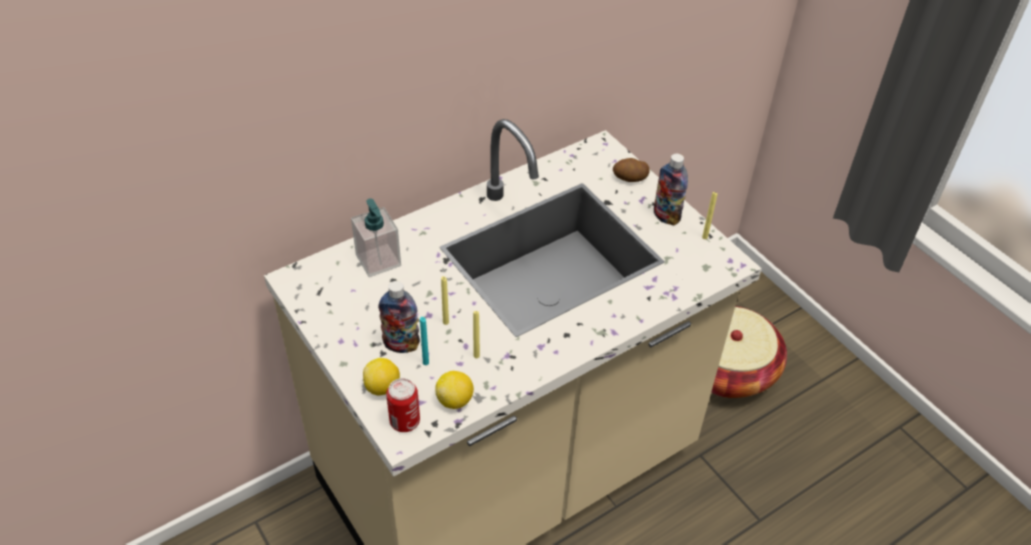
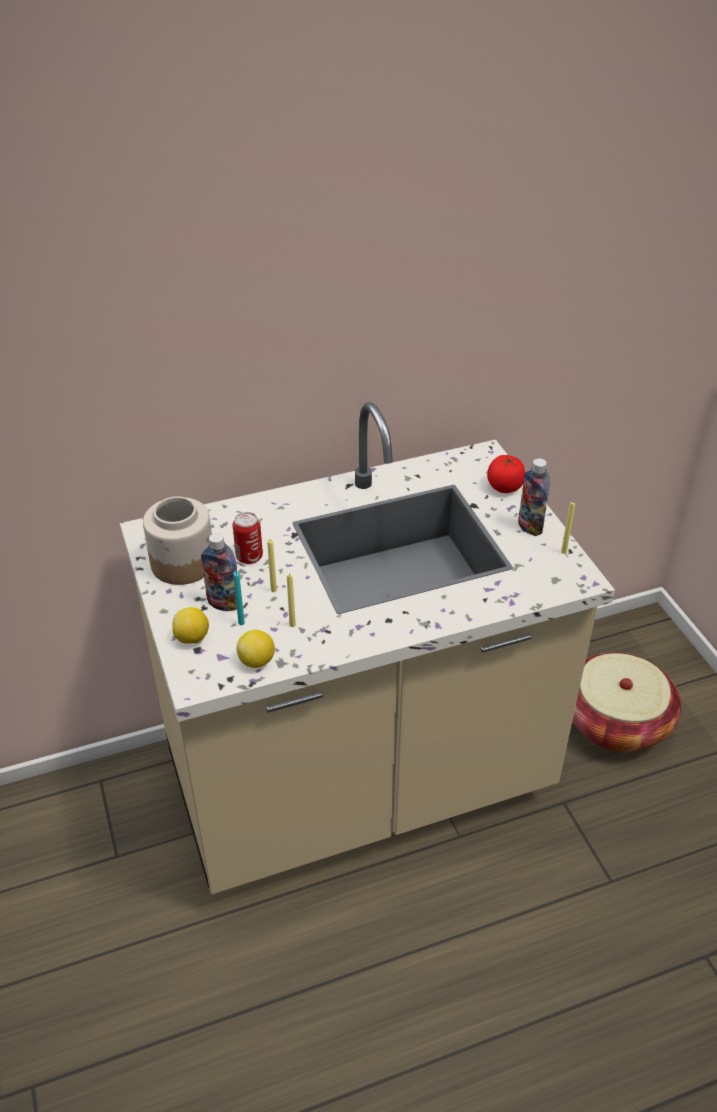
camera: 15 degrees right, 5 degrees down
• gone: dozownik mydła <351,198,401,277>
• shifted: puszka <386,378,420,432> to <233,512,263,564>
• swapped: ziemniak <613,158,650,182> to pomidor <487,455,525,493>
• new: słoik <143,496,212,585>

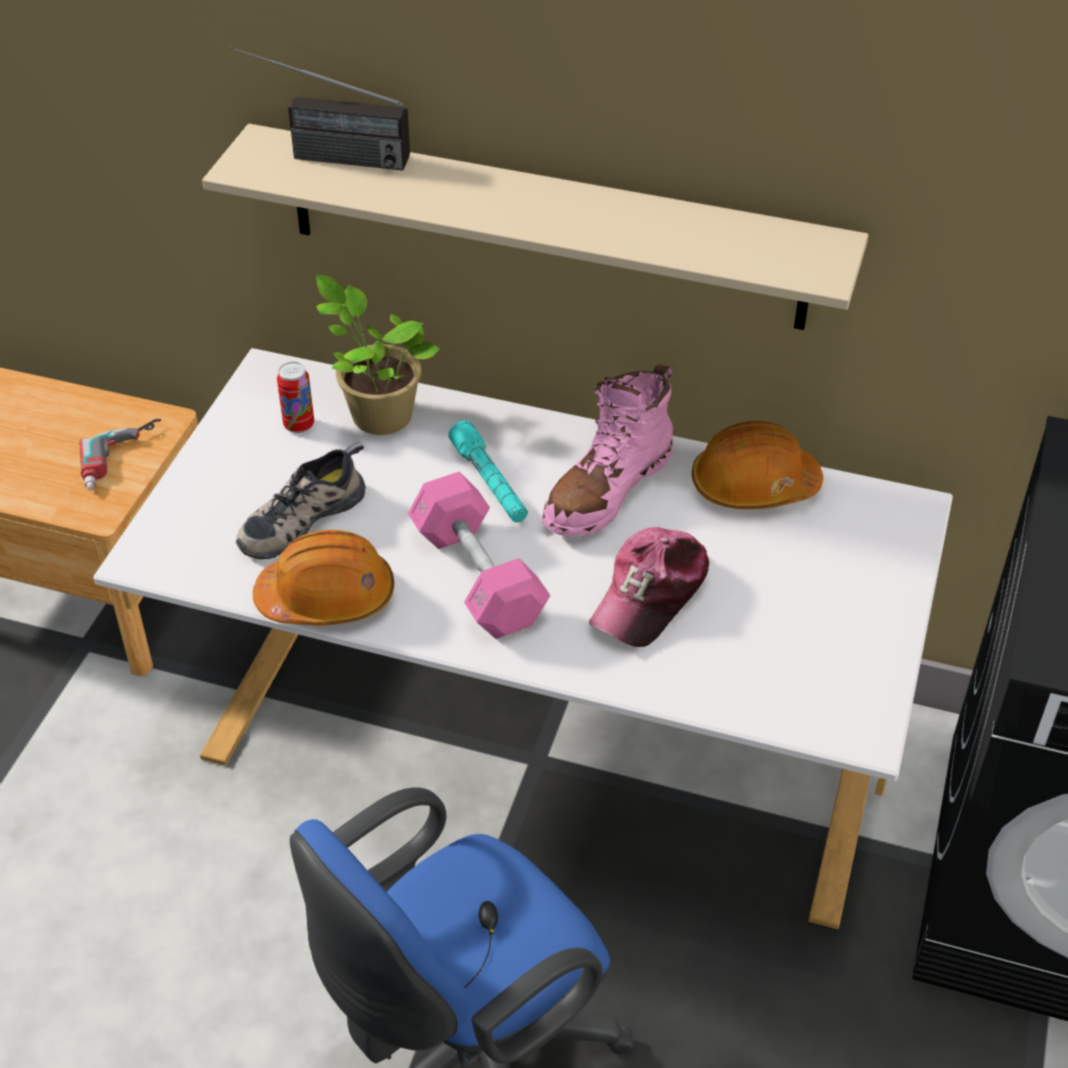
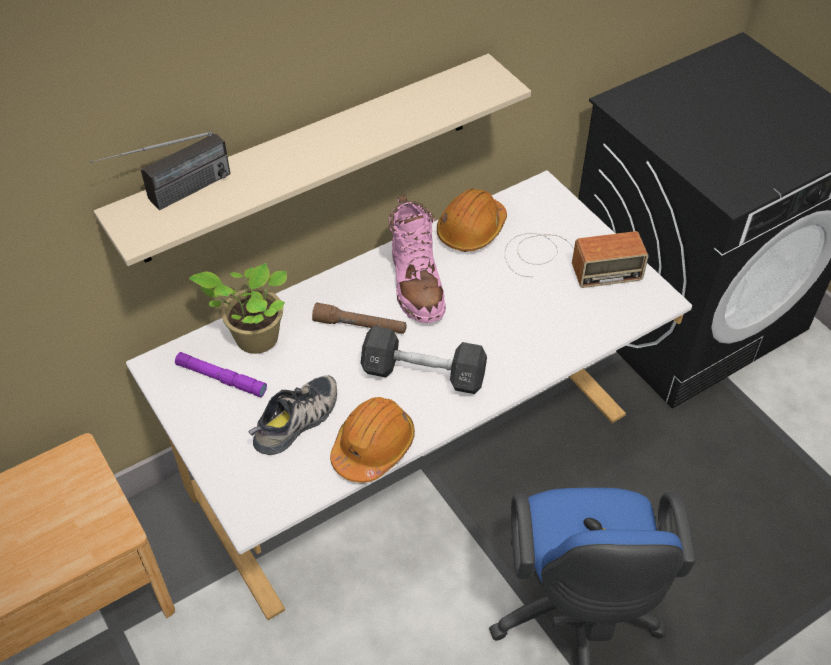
camera: 50 degrees left, 5 degrees up
• gone: wiertarka <79,419,161,490>
• rotated: but <236,443,366,560> = <248,375,337,455> 135 degrees counterclockwise
• swapped: puszka <277,362,314,433> to latarka [fioletowy] <175,352,267,397>
• repainted: hantel [różowy] <408,471,551,639> to hantel [czarny] <361,326,487,394>
• repainted: latarka [turkusowy] <448,421,528,522> to latarka [brązowy] <312,302,407,334>
• gone: czapka z daszkiem <589,527,709,647>
• new: radio <504,231,649,288>

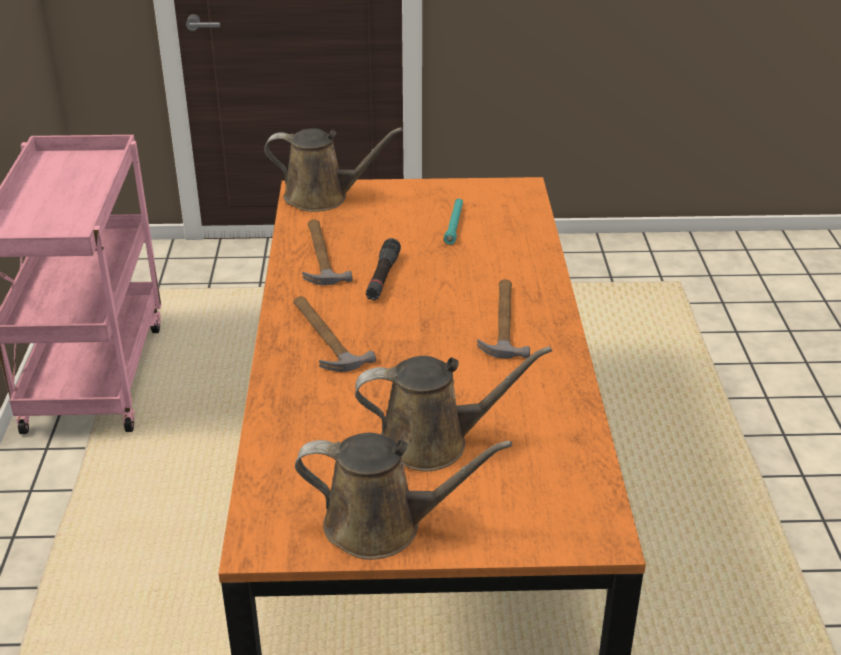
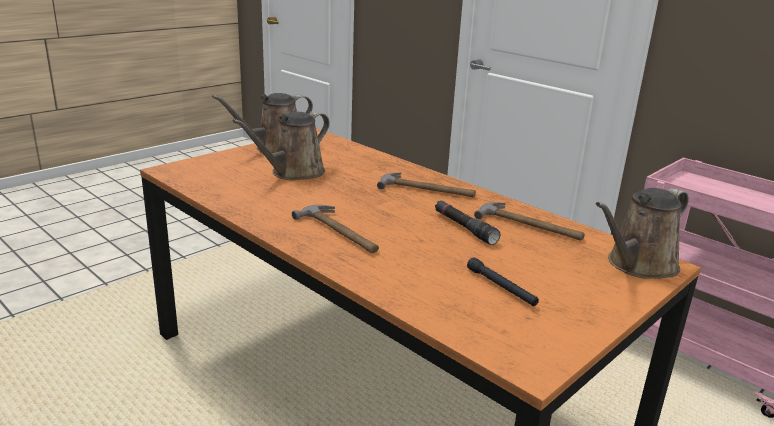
camera: 135 degrees right, 10 degrees down
• repainted: latarka [turkusowy] <444,199,463,245> to latarka [czarny] <467,257,539,306>

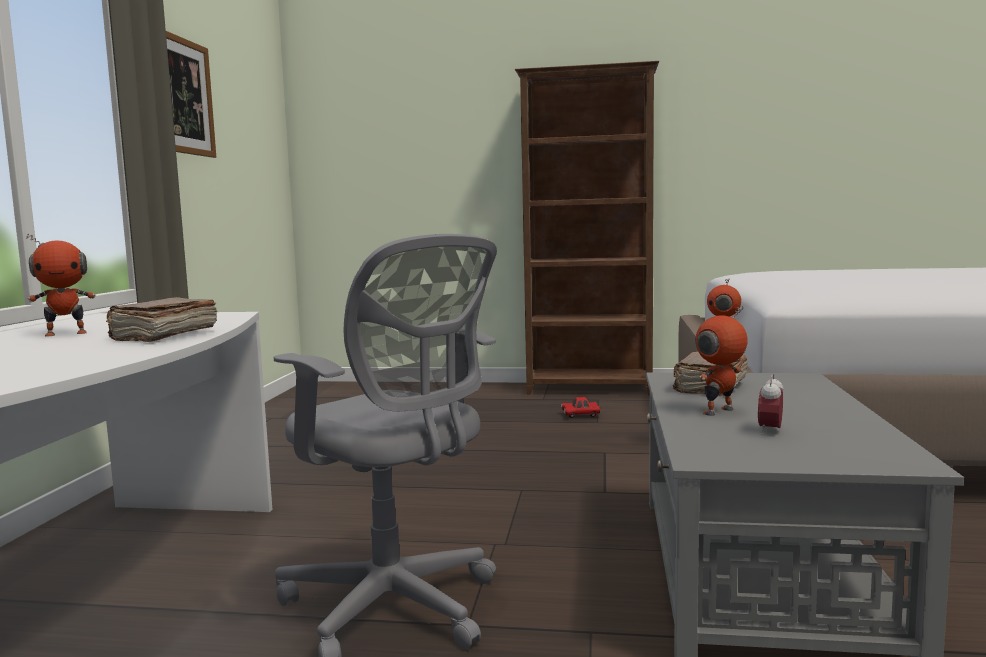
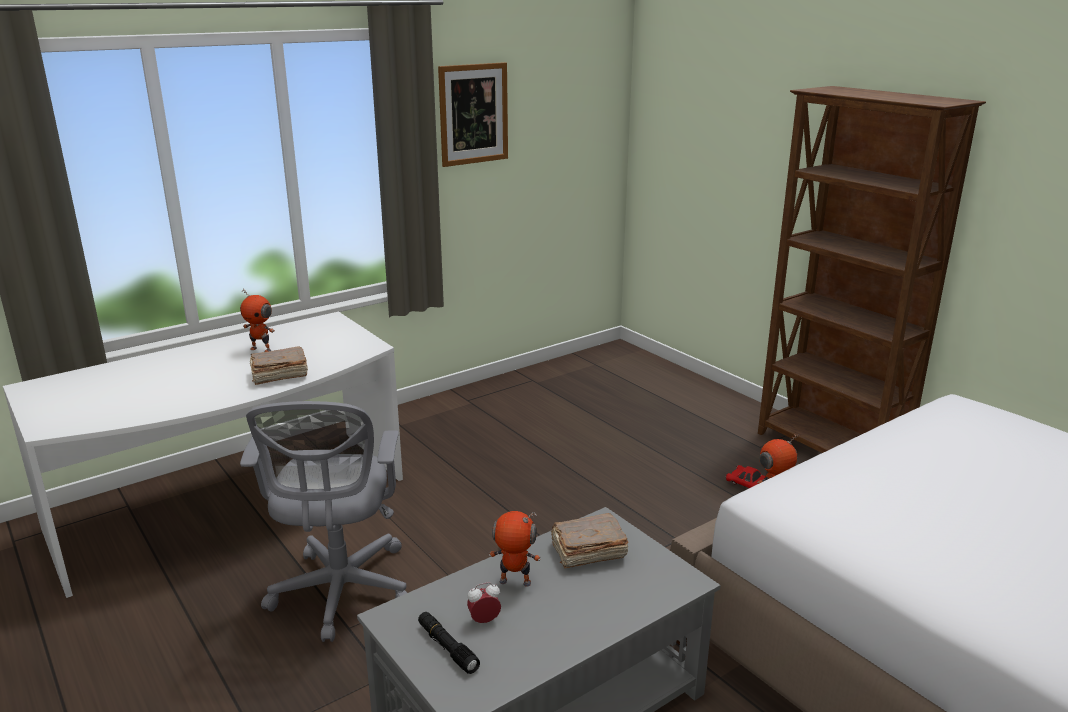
camera: 45 degrees right, 15 degrees up
• new: latarka [czarny] <418,612,480,674>

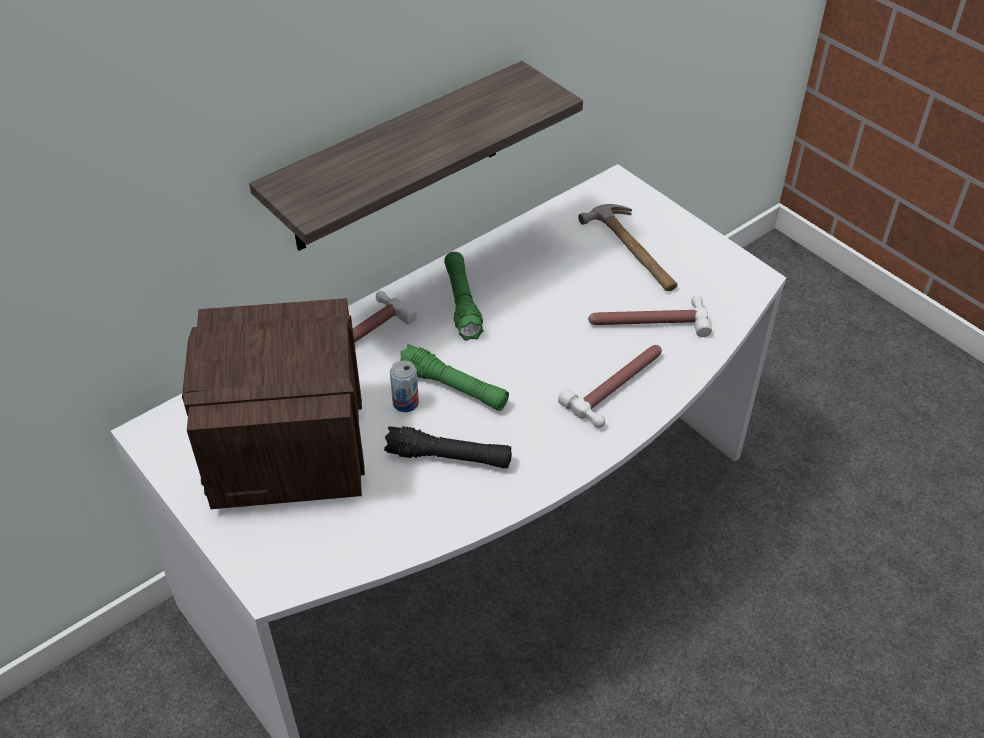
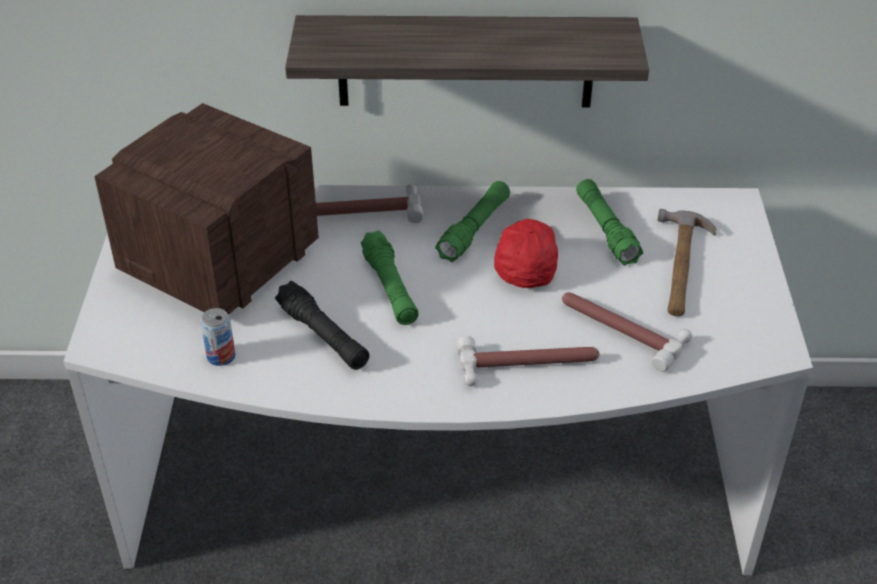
camera: 40 degrees right, 5 degrees down
• shifted: puszka <390,360,419,412> to <201,308,235,366>
• new: czapka z daszkiem [czerwony] <494,219,558,288>
• new: latarka [zielony] <576,179,643,266>

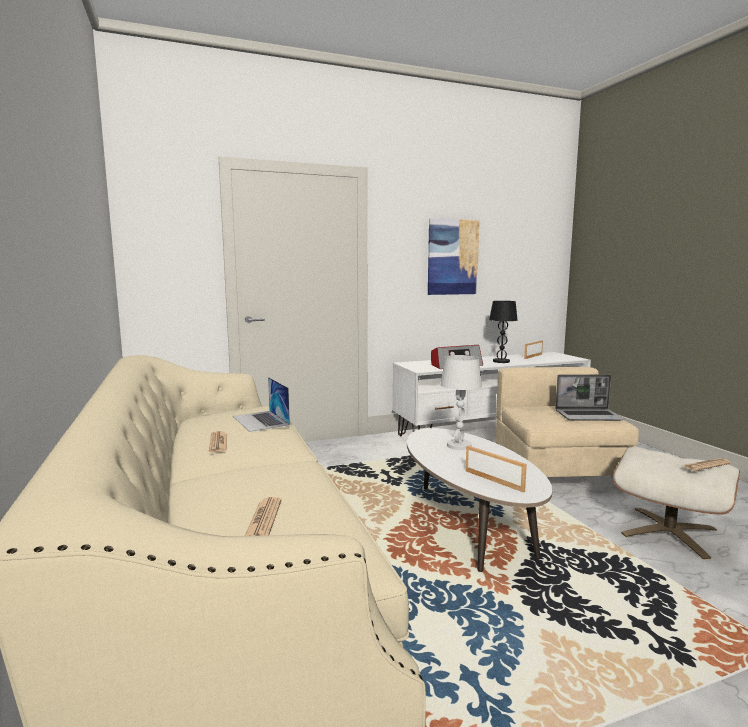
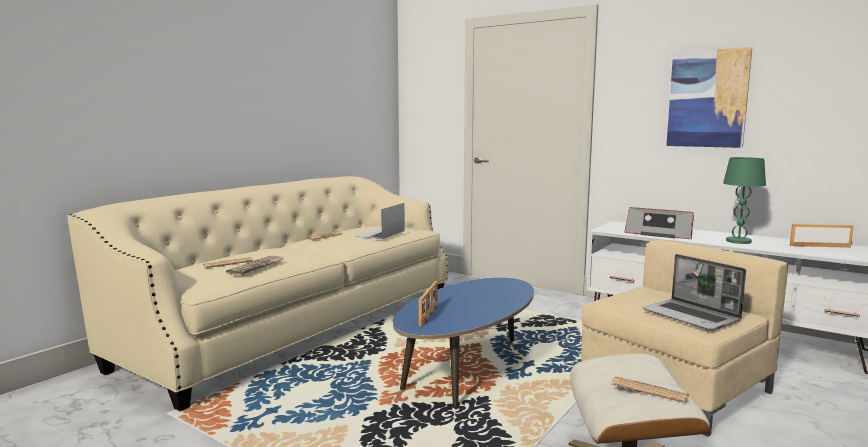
camera: 55 degrees right, 0 degrees up
• repainted: ława [biały] <407,428,552,572> to ława [niebieski] <393,278,534,408>
• gone: lampa stołowa [biały] <440,355,482,450>
• repainted: lampa stołowa [czarny] <489,301,517,363> to lampa stołowa [zielony] <723,157,766,244>
• new: gazeta <226,255,284,275>

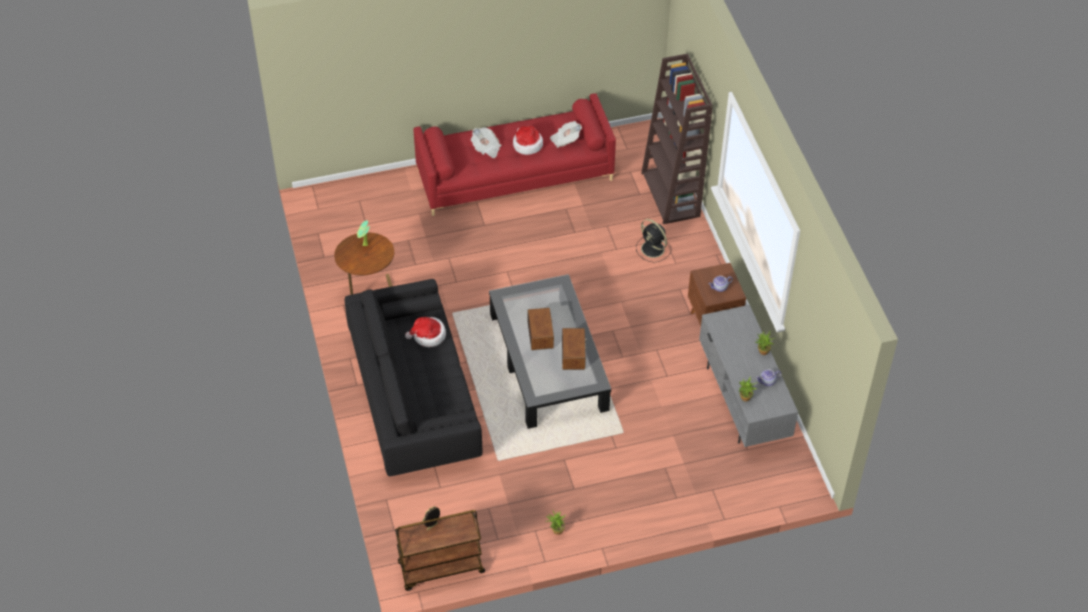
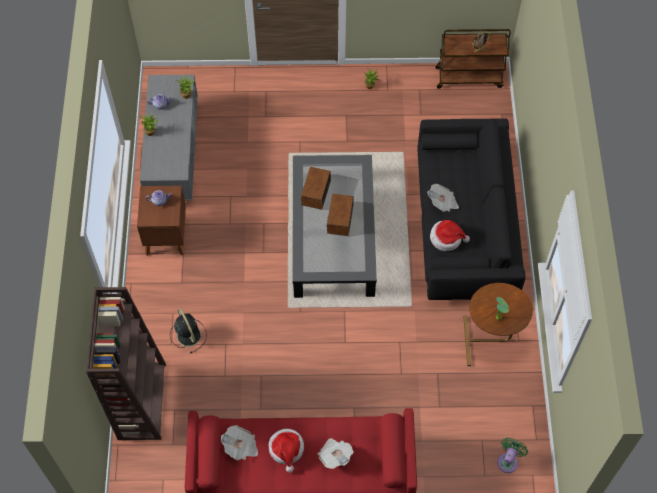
camera: 165 degrees left, 10 degrees up
• new: gazeta <427,184,459,212>
• new: wentylator [zielony] <497,438,528,473>

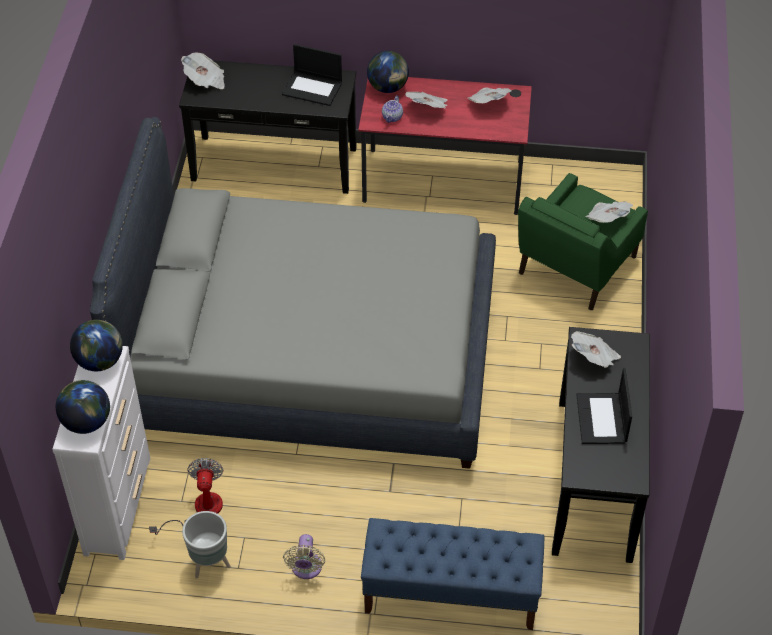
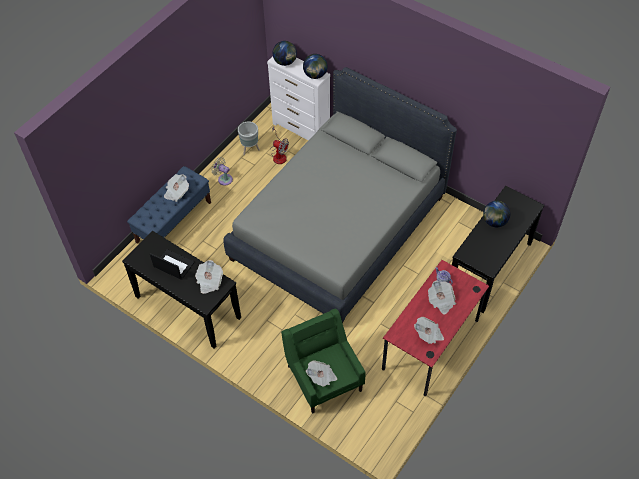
camera: 120 degrees right, 5 degrees up
• shifted: gazeta <181,53,225,89> to <164,174,189,202>
• gone: laptop <282,44,342,106>
• shifted: globus <367,51,409,93> to <483,201,510,227>

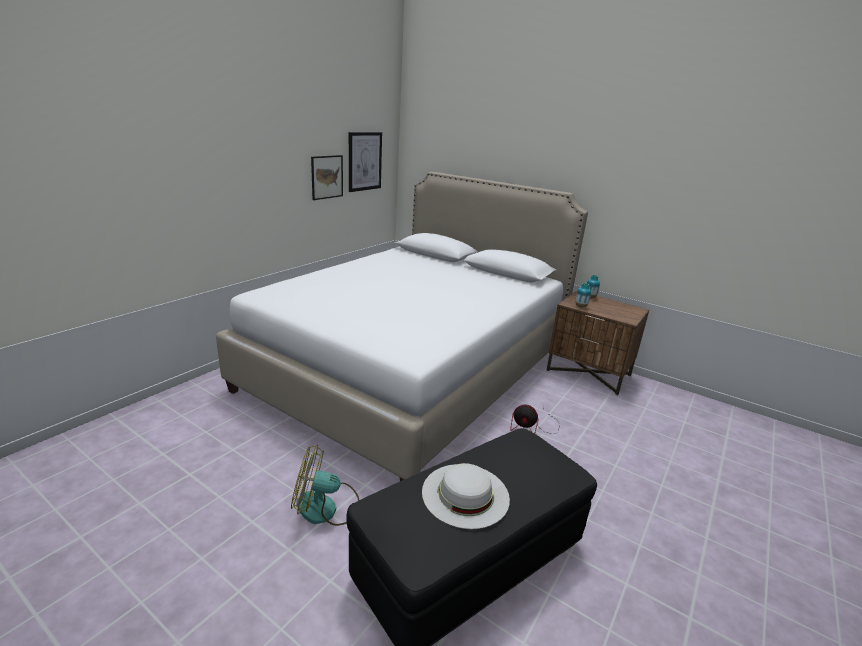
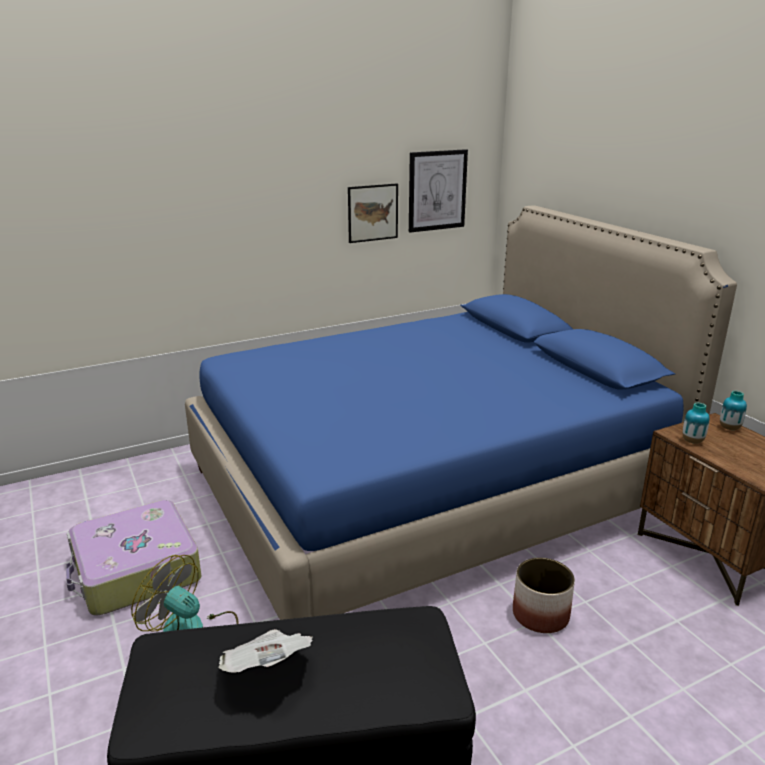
camera: 30 degrees right, 0 degrees up
• repainted: łóżko [biały] <216,172,588,481> to łóżko [niebieski] <185,205,737,620>
• swapped: kapelusz [biały] <422,463,510,529> to gazeta <219,629,313,673>
• swapped: wentylator <510,405,560,434> to donica <513,557,575,633>
• new: walizka <66,500,201,616>

